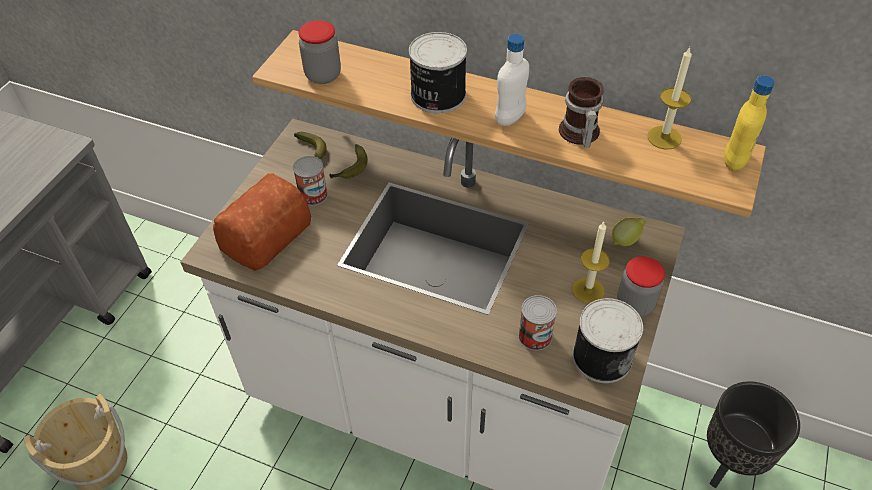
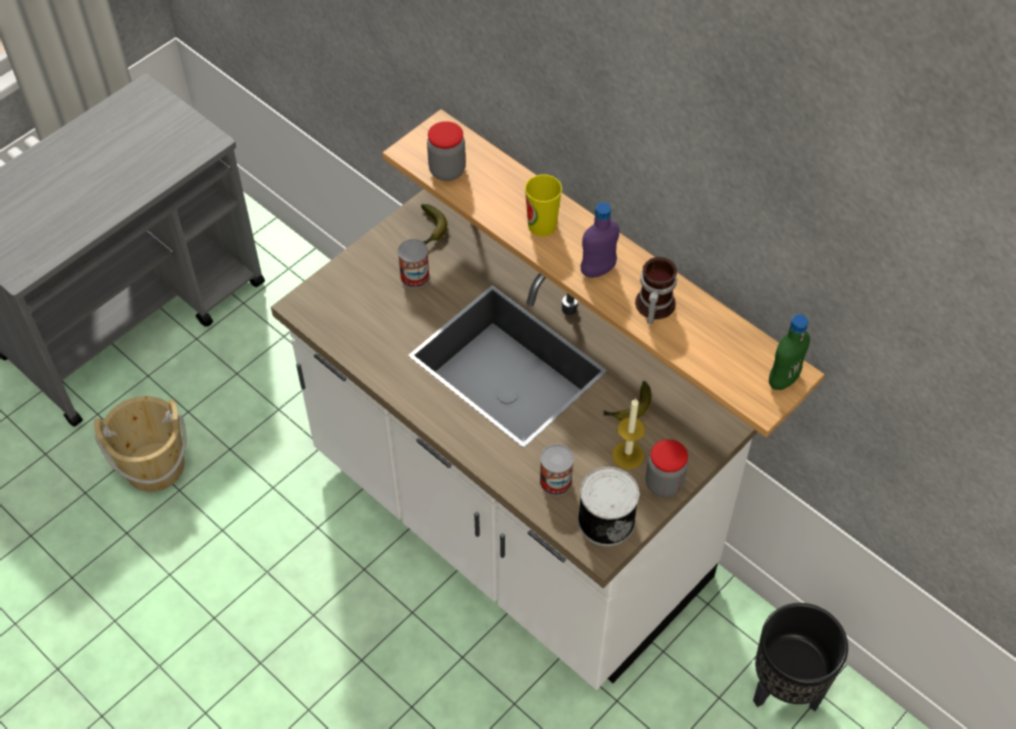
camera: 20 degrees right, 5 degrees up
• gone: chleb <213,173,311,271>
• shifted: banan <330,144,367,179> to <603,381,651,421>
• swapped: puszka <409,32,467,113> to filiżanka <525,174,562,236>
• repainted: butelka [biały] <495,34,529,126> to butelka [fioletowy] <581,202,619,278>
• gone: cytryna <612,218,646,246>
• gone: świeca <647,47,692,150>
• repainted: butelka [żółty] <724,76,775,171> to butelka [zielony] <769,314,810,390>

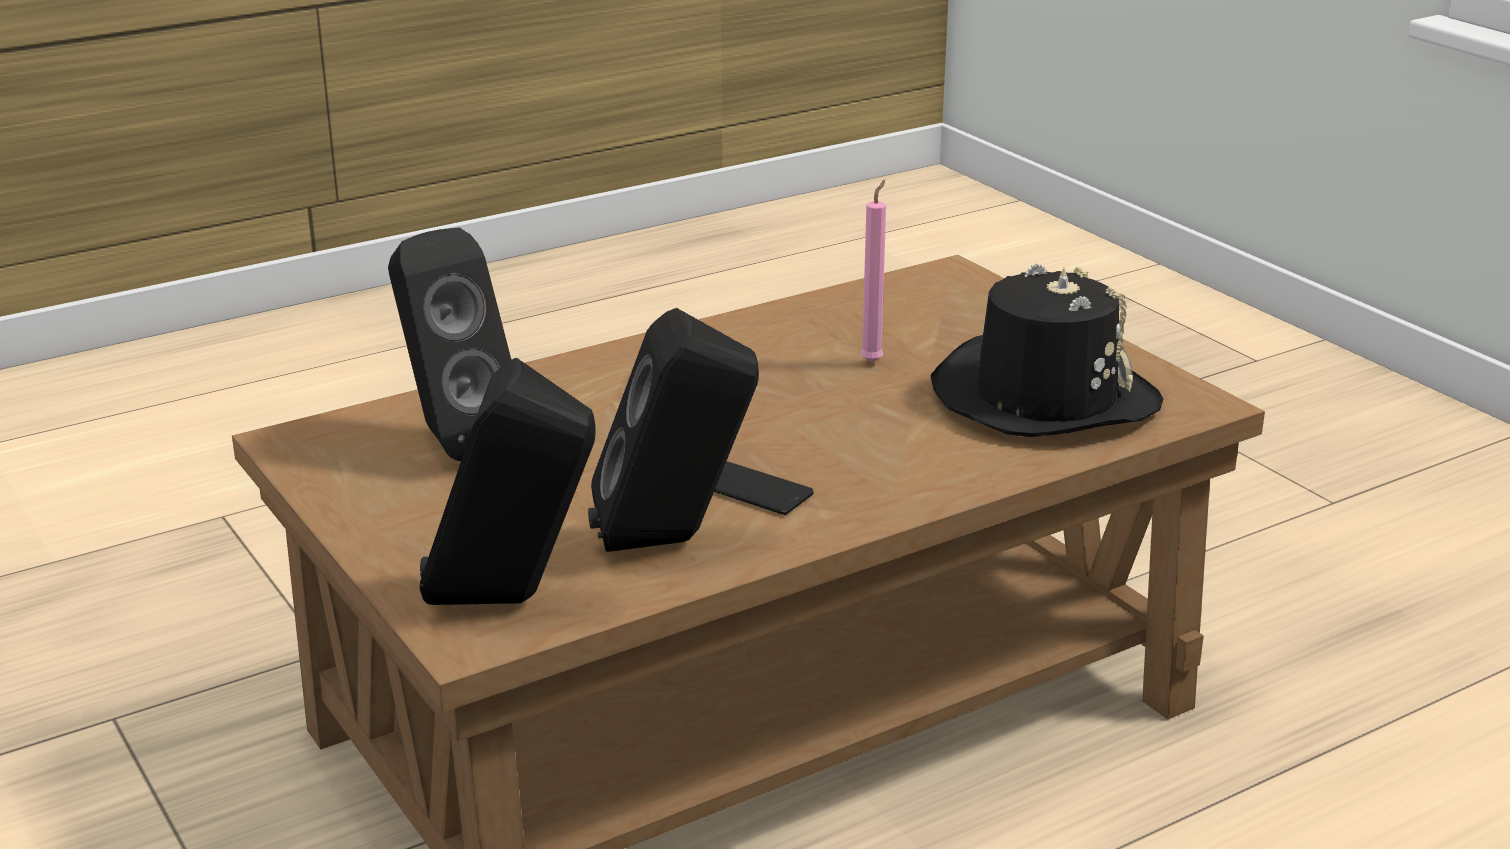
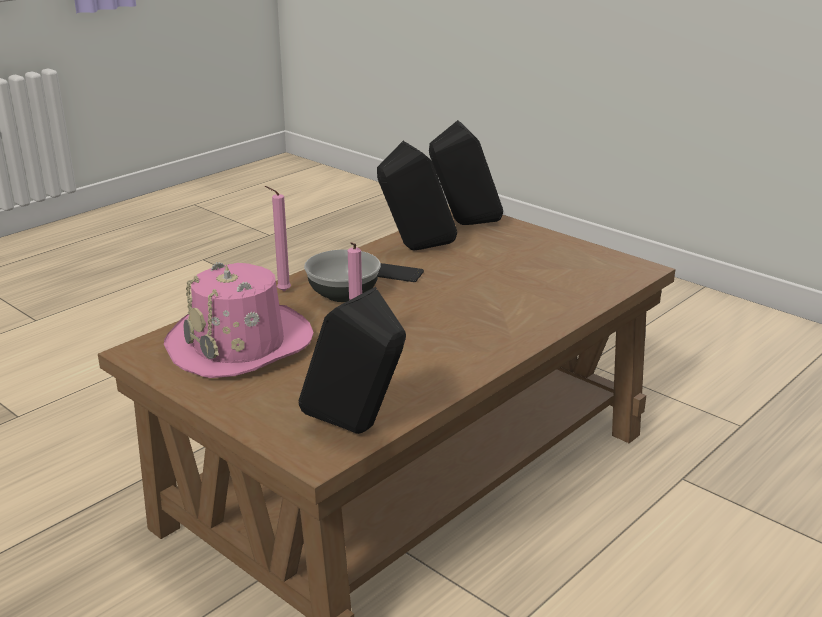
camera: 165 degrees right, 0 degrees up
• shifted: głośnik [czarny] <388,227,511,461> to <298,287,406,434>
• repainted: kapelusz [czarny] <931,263,1163,437> to kapelusz [różowy] <164,262,314,378>
• new: świeca [różowy] <265,186,291,291>
• new: miska <304,249,381,302>

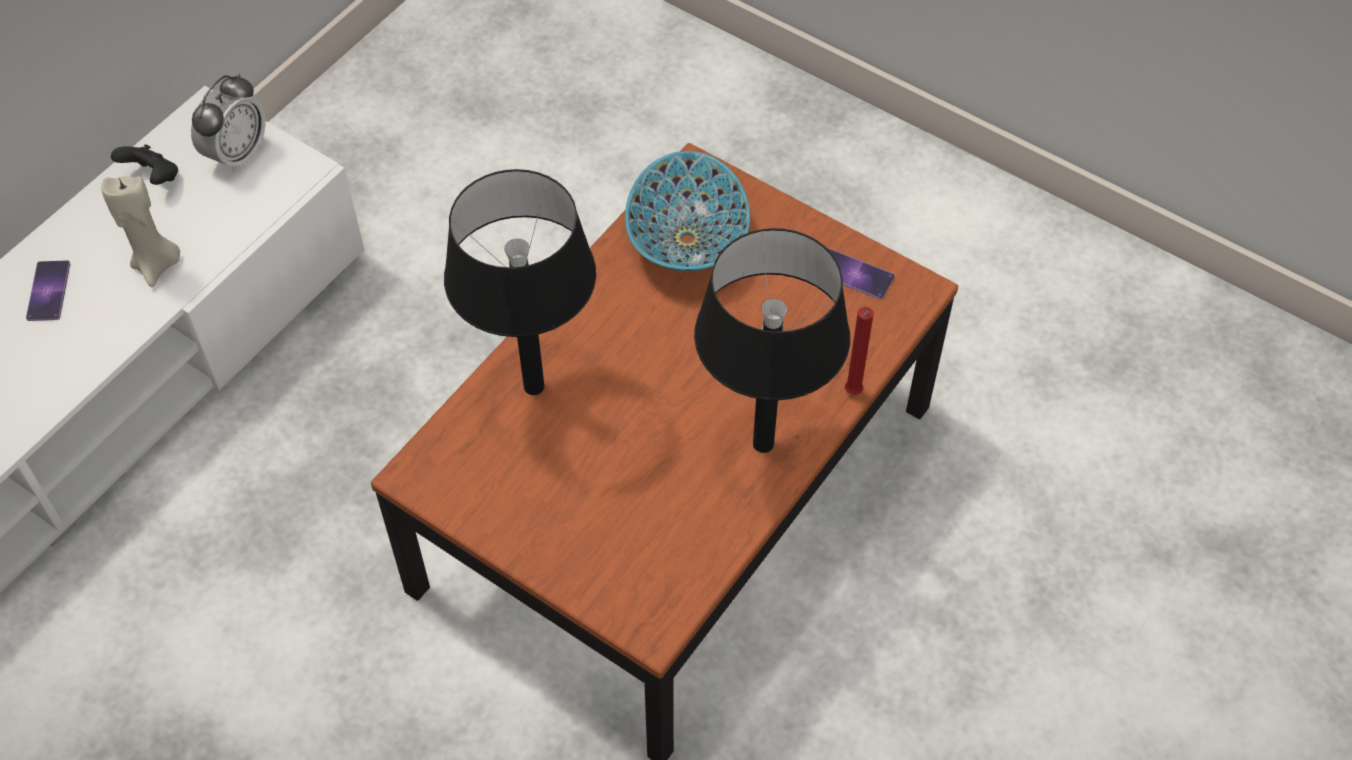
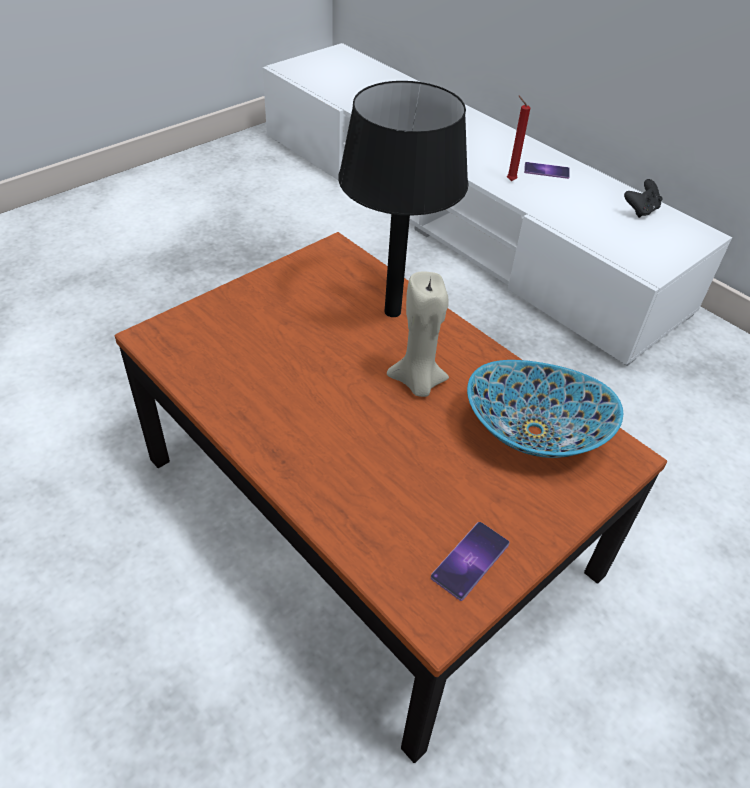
camera: 100 degrees right, 10 degrees down
• shifted: świeca [beżowy] <101,176,180,287> to <387,271,449,397>
• gone: budzik <191,74,266,173>
• gone: lampa stołowa [czarny] <694,228,850,453>
• shifted: świeca [czerwony] <845,307,874,395> to <507,96,530,181>

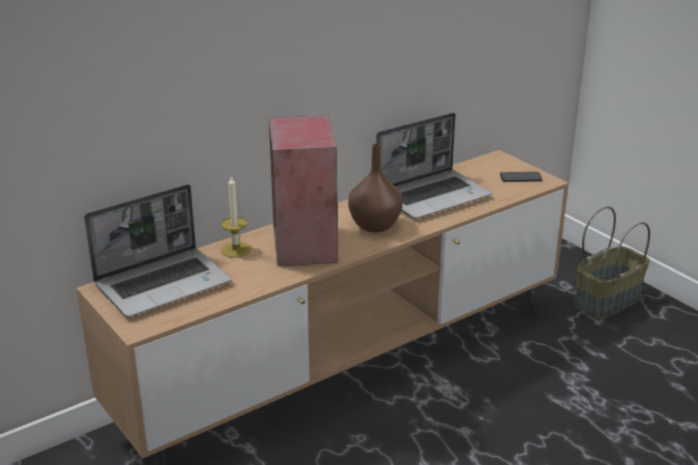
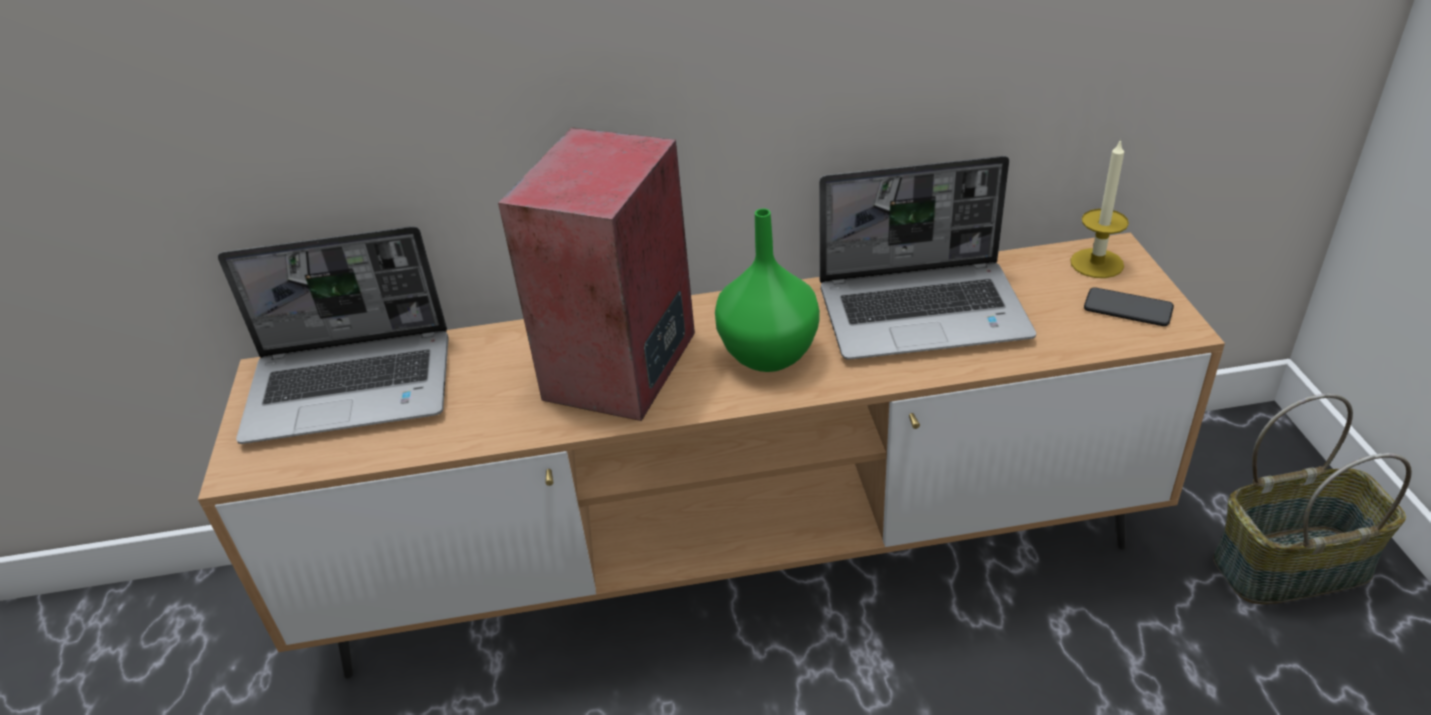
camera: 30 degrees right, 10 degrees up
• shifted: świeca <221,176,251,258> to <1070,138,1129,278>
• repainted: wazon [brązowy] <348,144,403,232> to wazon [zielony] <715,209,820,372>

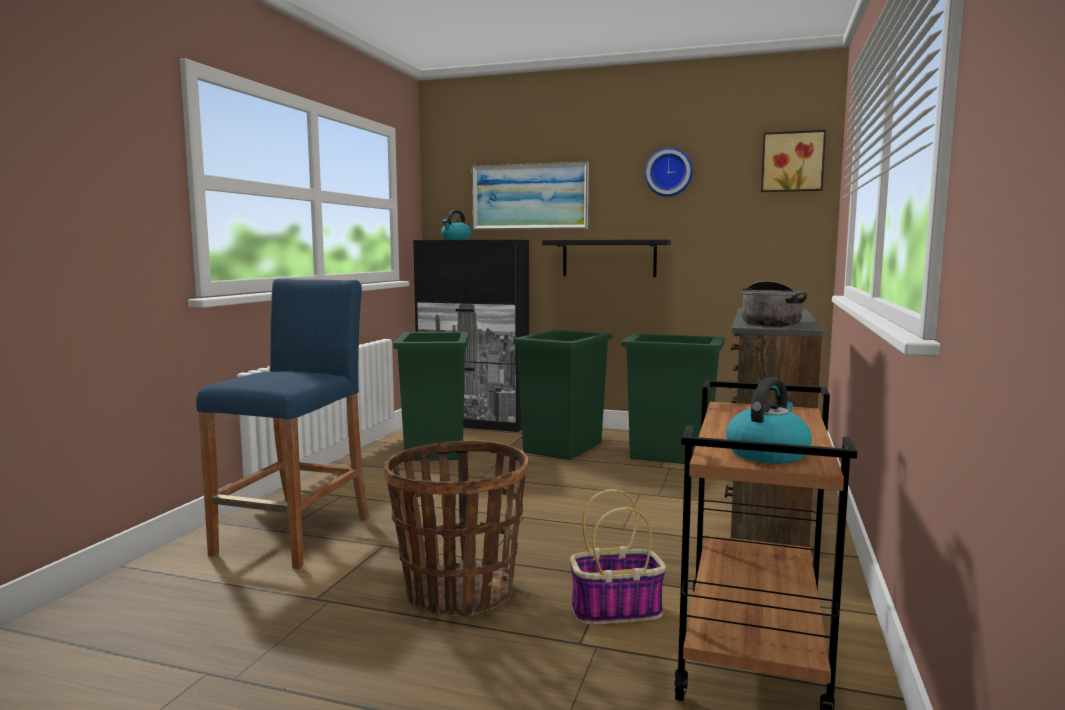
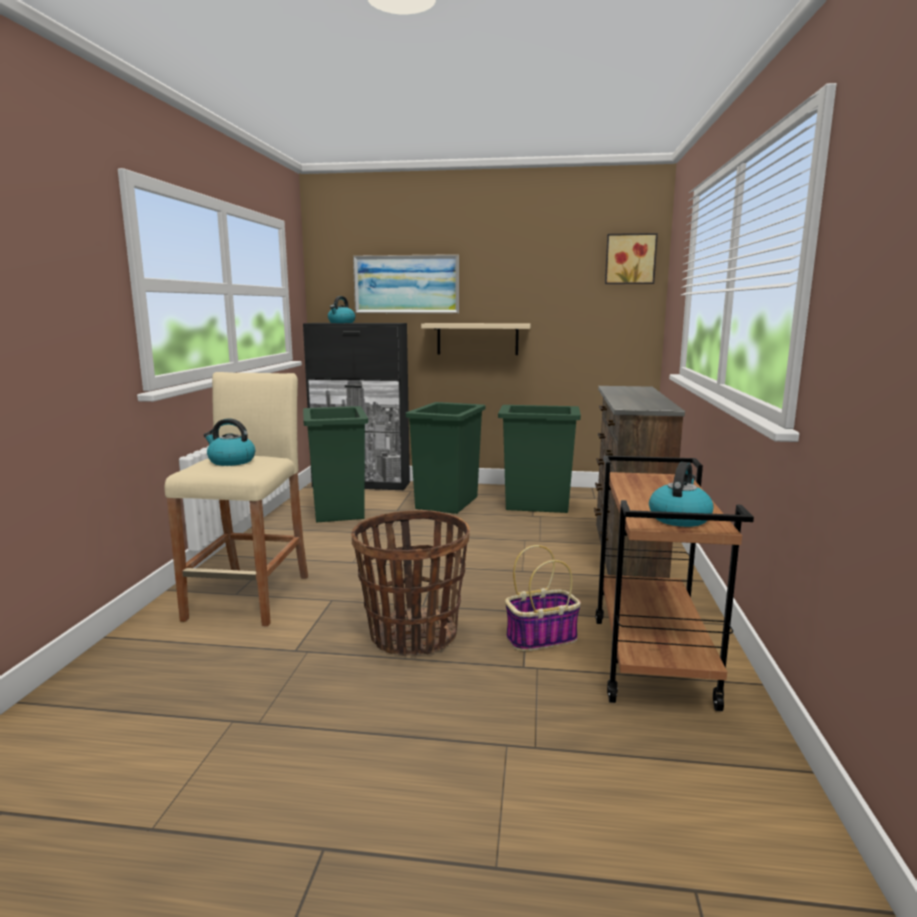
camera: 10 degrees left, 5 degrees up
• repainted: stołek [niebieski] <196,279,369,569> to stołek [beżowy] <164,372,308,627>
• repainted: półka [czarny] <542,239,671,277> to półka [beżowy] <421,323,531,355>
• gone: zegar ścienny <645,148,693,197>
• gone: garnek <741,281,807,326>
• new: czajnik <204,418,255,466>

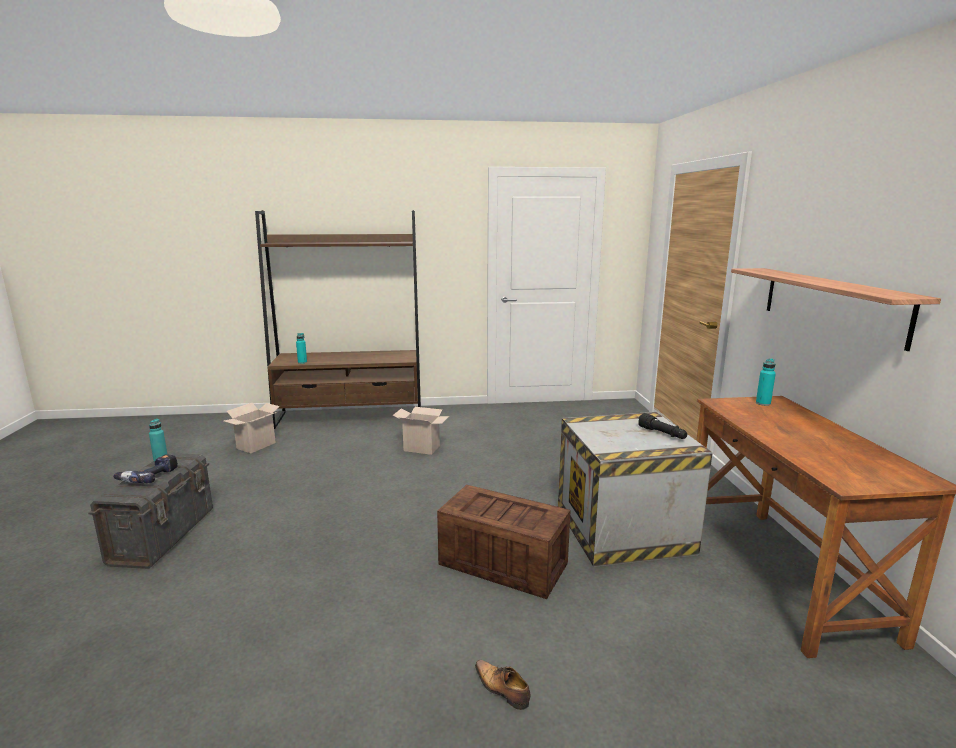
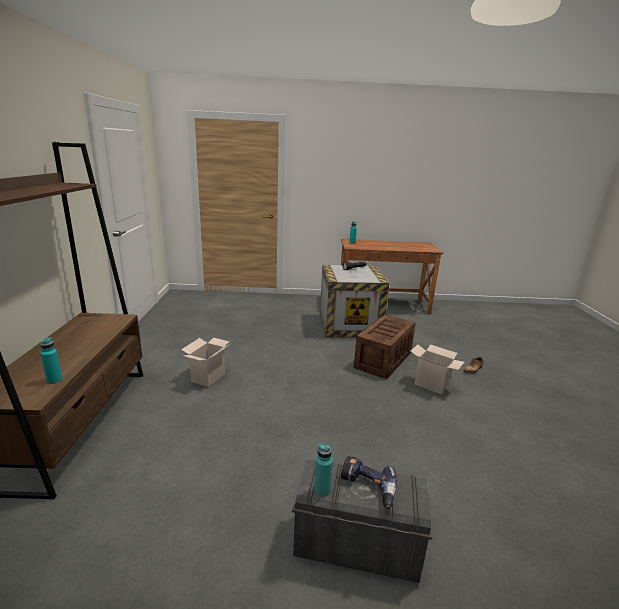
camera: 85 degrees left, 5 degrees up
• shifted: karton <224,403,280,453> to <411,344,464,395>
• gone: półka <731,268,941,351>

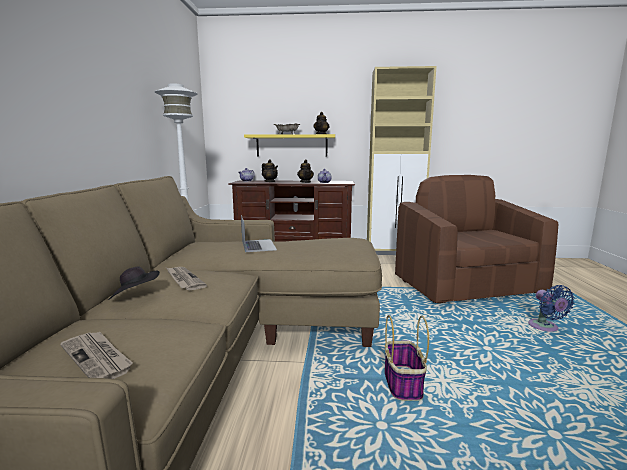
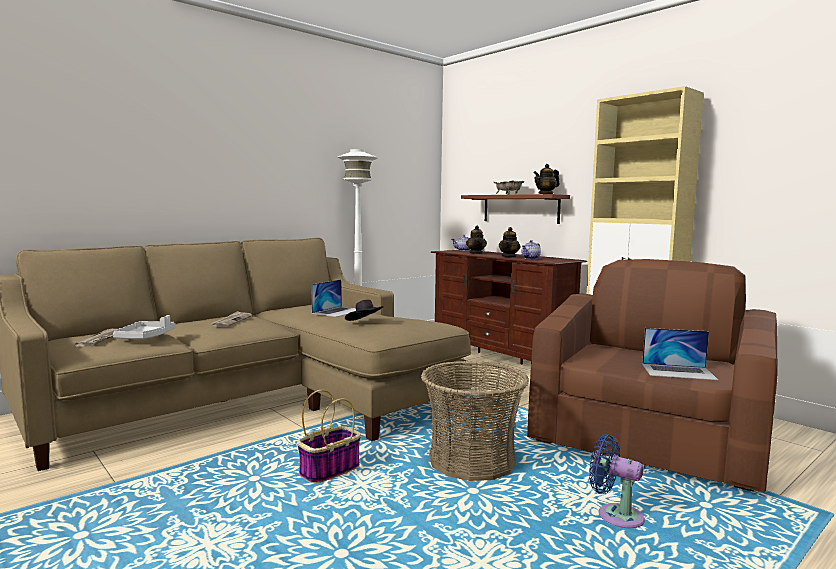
camera: 45 degrees right, 5 degrees down
• shifted: kapelusz [czarny] <108,266,160,300> to <345,300,383,321>
• repainted: półka [żółty] <244,134,335,156> to półka [brązowy] <461,194,570,224>
• rotated: wentylator [niebieski] <528,285,575,332> = <589,434,645,528> 90 degrees clockwise
• new: taca [szary] <113,315,175,339>
• new: koszyk <421,361,529,481>
• new: laptop <642,328,718,380>

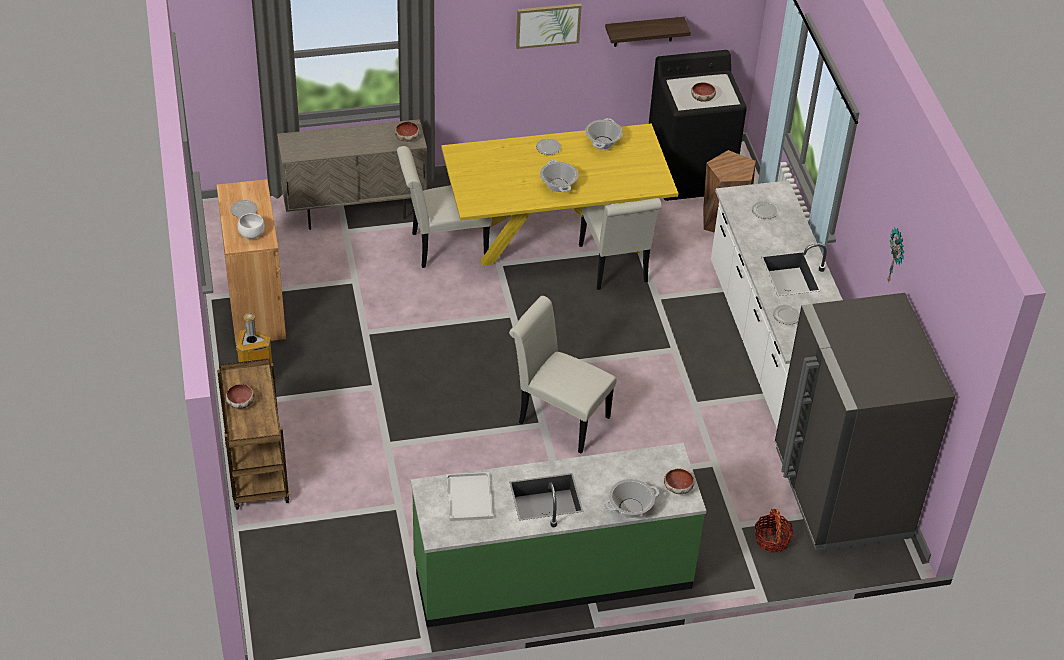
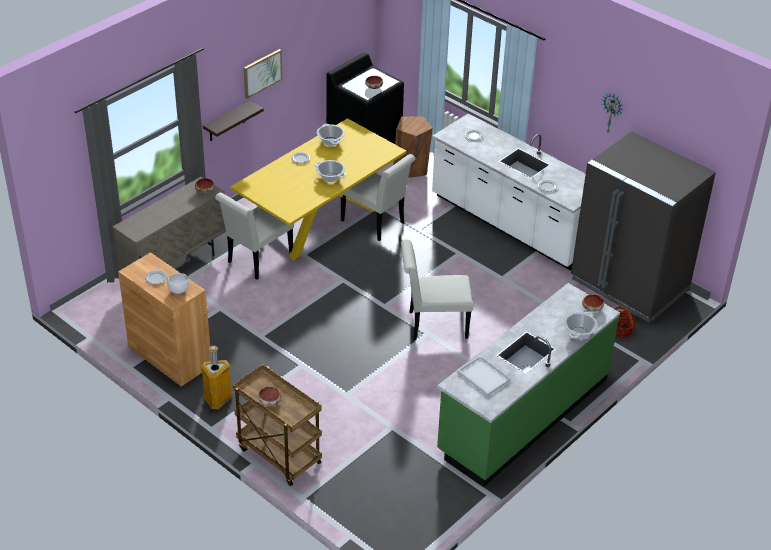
camera: 35 degrees left, 5 degrees down
• shifted: półka <605,17,691,47> to <203,100,264,141>

